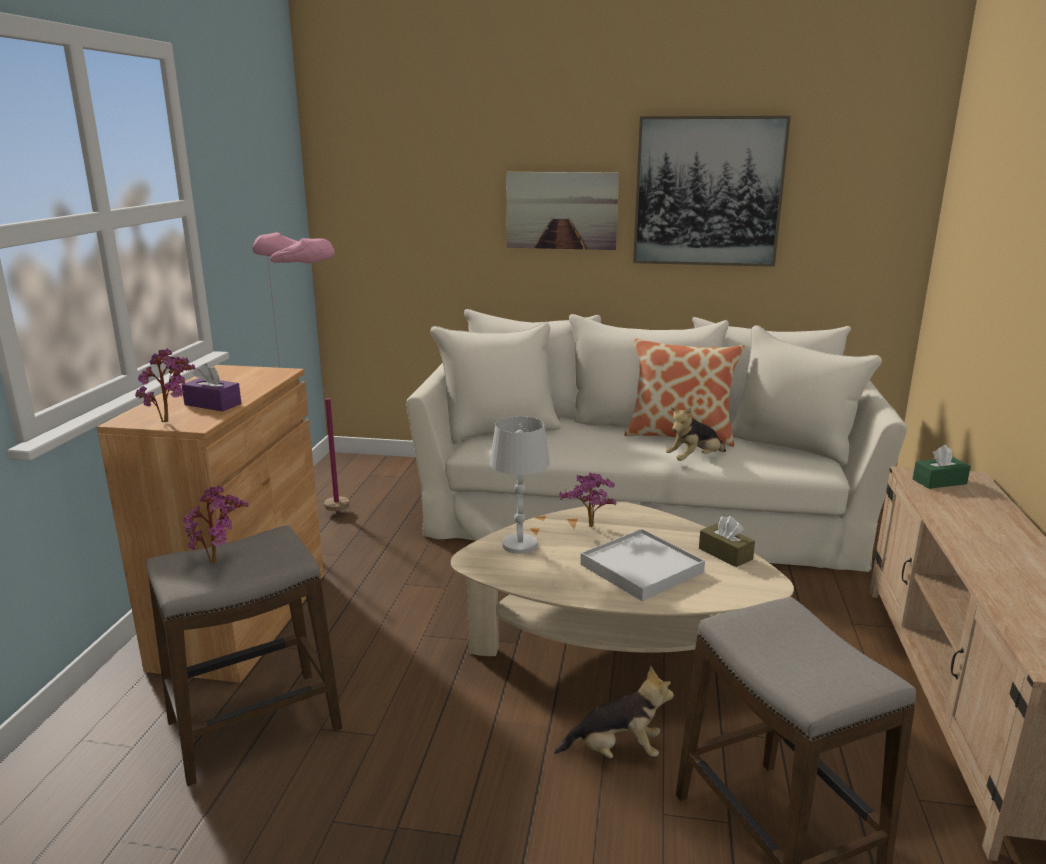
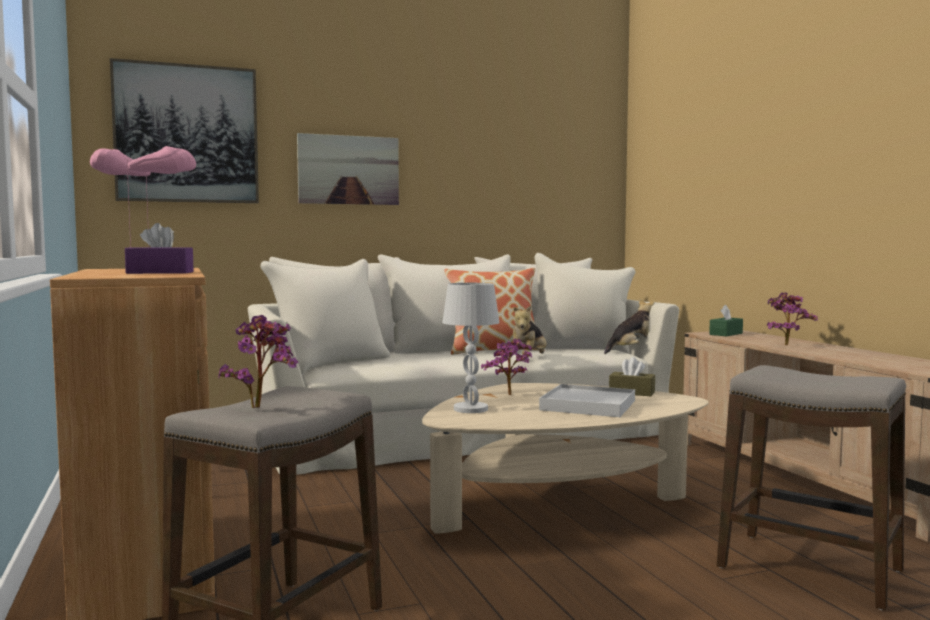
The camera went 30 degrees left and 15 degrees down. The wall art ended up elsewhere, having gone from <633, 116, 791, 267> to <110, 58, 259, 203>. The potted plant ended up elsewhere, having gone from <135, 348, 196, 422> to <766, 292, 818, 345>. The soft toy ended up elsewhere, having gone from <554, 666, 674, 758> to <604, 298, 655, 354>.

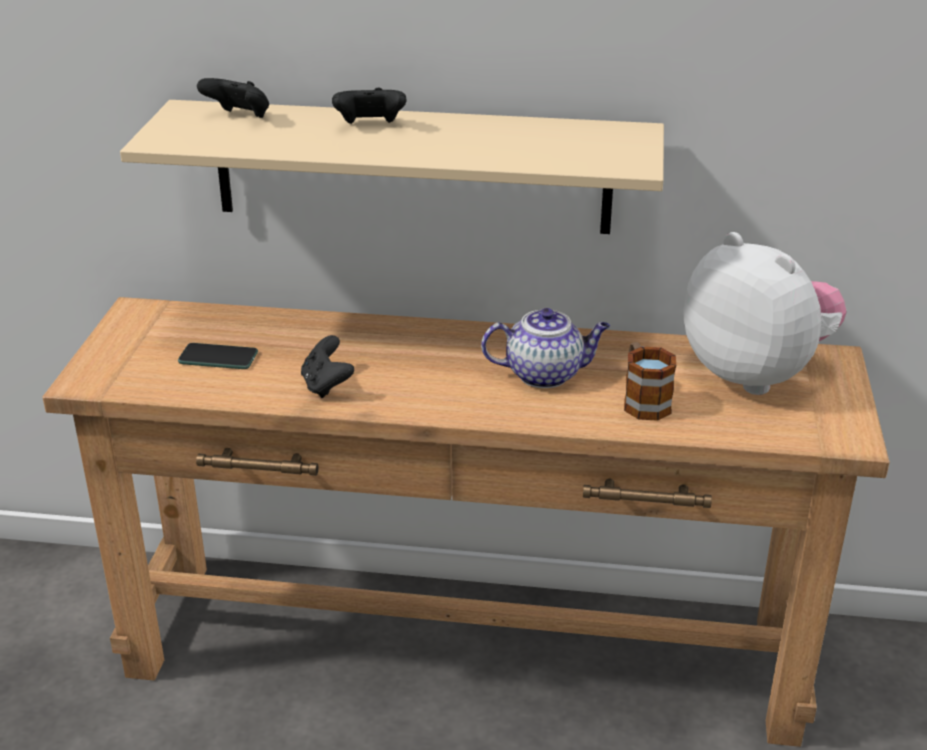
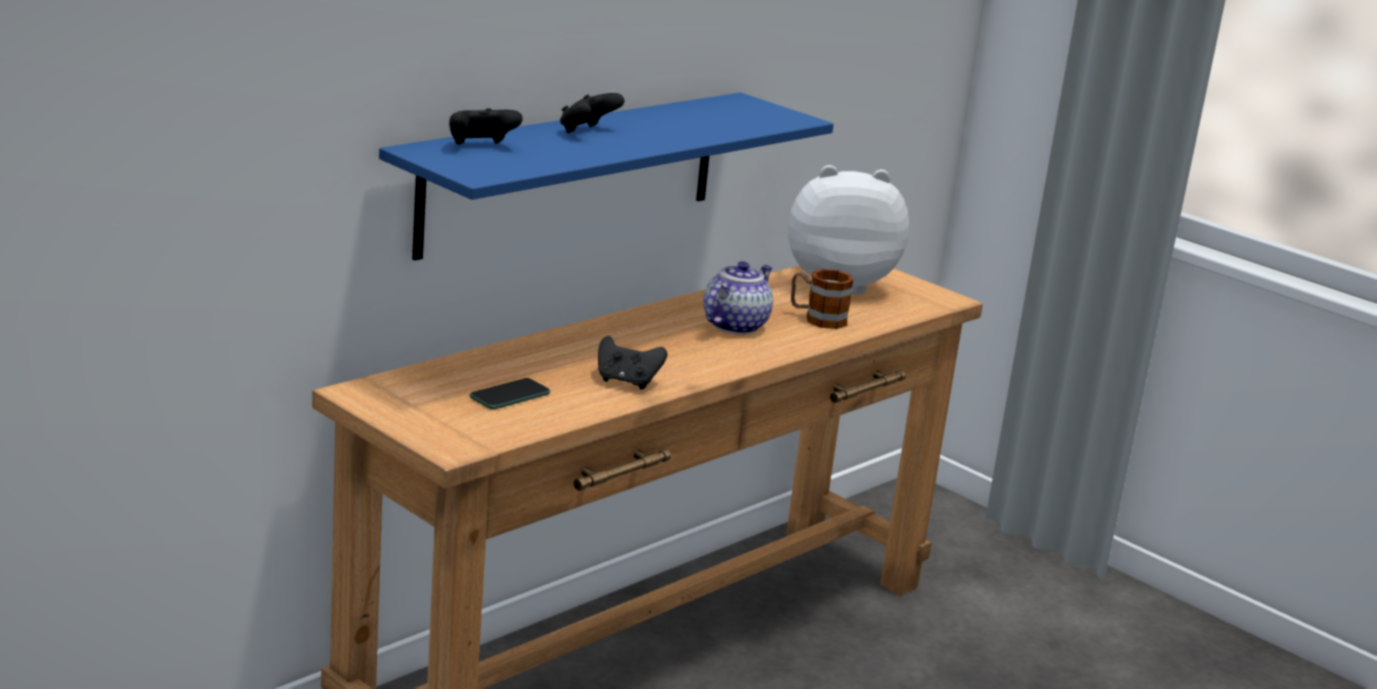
The camera went 55 degrees left and 10 degrees down. What was the sand-coloured bracket shelf at <120, 100, 664, 234> turned into the bluish bracket shelf at <379, 92, 834, 260>.

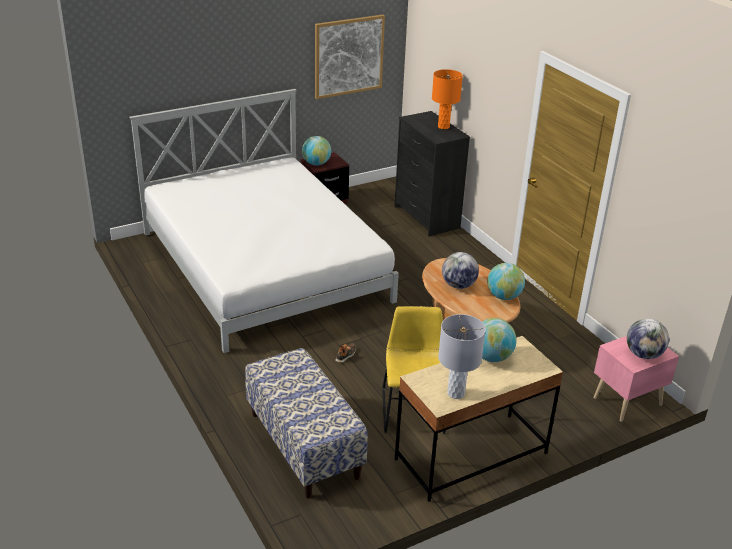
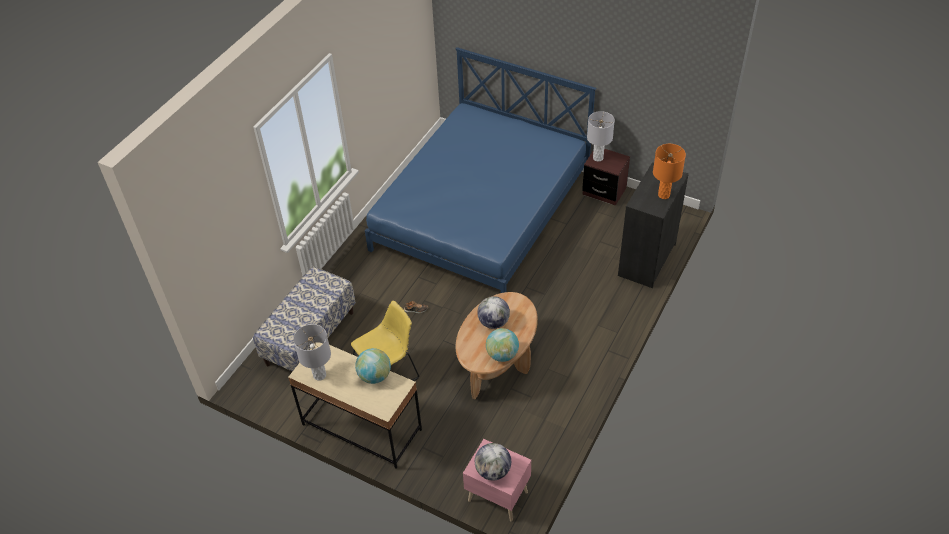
The camera went 60 degrees right and 15 degrees up. The second view lost the wall art at <315, 15, 385, 99>. What was the white-coloured bed at <129, 89, 399, 353> turned into the bluish bed at <365, 47, 596, 293>. Where the globe stood at <302, 136, 331, 166>, the grey tabletop lamp came to stand at <587, 111, 615, 162>.

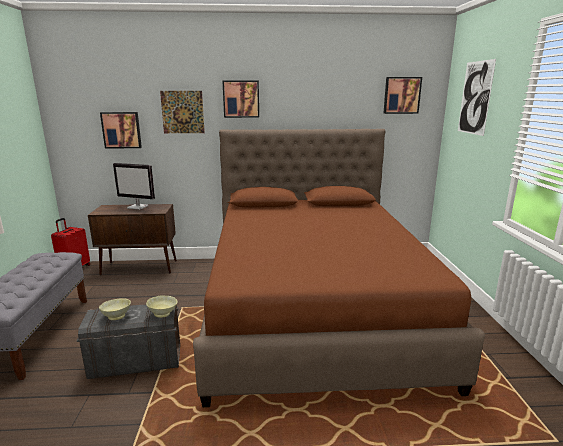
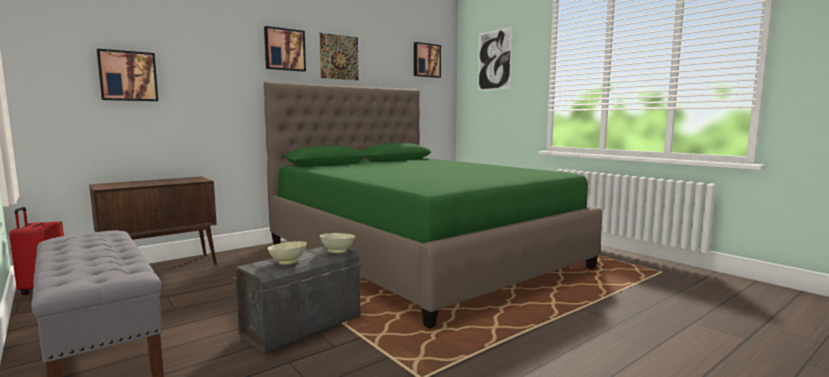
The camera went 35 degrees left and 10 degrees down. The wall art ended up elsewhere, having gone from <160, 91, 205, 133> to <320, 33, 359, 80>. What was the brownish bed at <193, 129, 485, 407> turned into the green bed at <264, 82, 602, 329>. The second view lost the computer screen at <113, 163, 155, 210>.

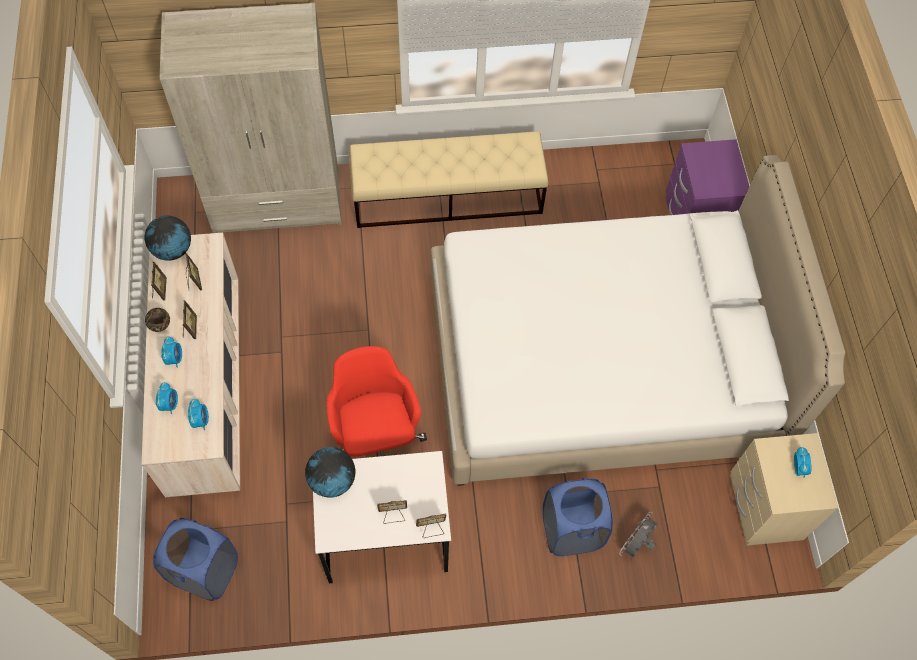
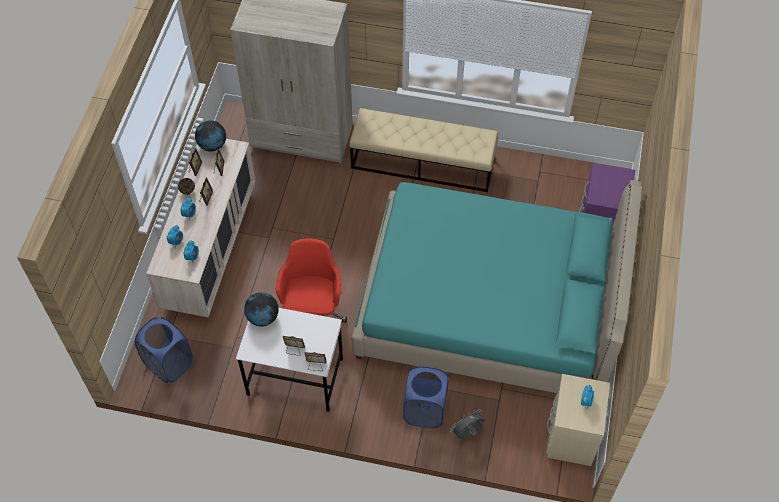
The camera went 20 degrees right and 5 degrees down. What was the white-coloured bed at <431, 155, 845, 486> turned into the turquoise-coloured bed at <352, 180, 642, 393>.

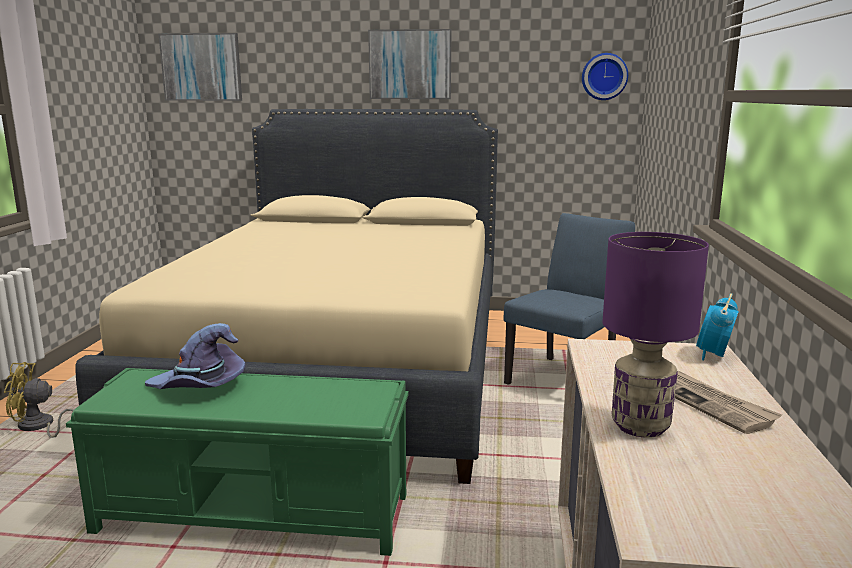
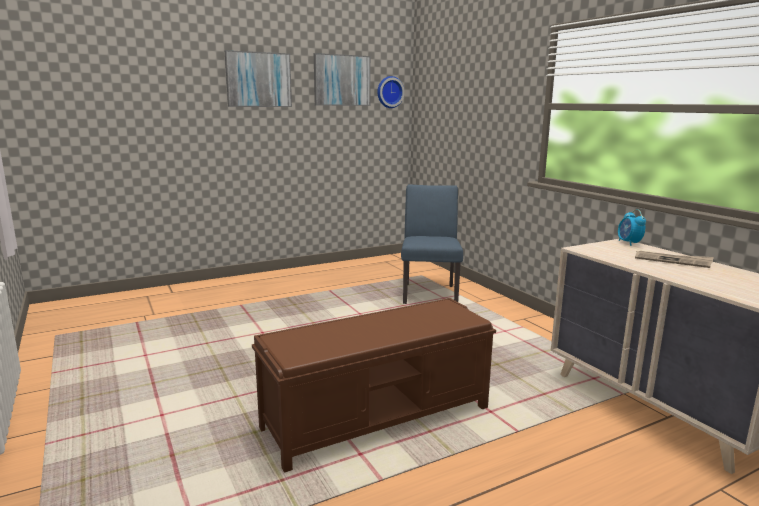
The camera went 35 degrees left and 0 degrees up. The wall art ended up elsewhere, having gone from <158, 33, 242, 101> to <314, 53, 371, 106>. The second view lost the sand-coloured bed at <75, 109, 498, 484>. The second view lost the purplish tabletop lamp at <602, 232, 709, 438>. The second view lost the purplish wearable hat at <145, 323, 246, 389>. The second view lost the yellow-coloured electric fan at <4, 362, 74, 438>. What was the green indoor bench at <66, 368, 409, 556> turned into the brownish indoor bench at <252, 298, 496, 473>.

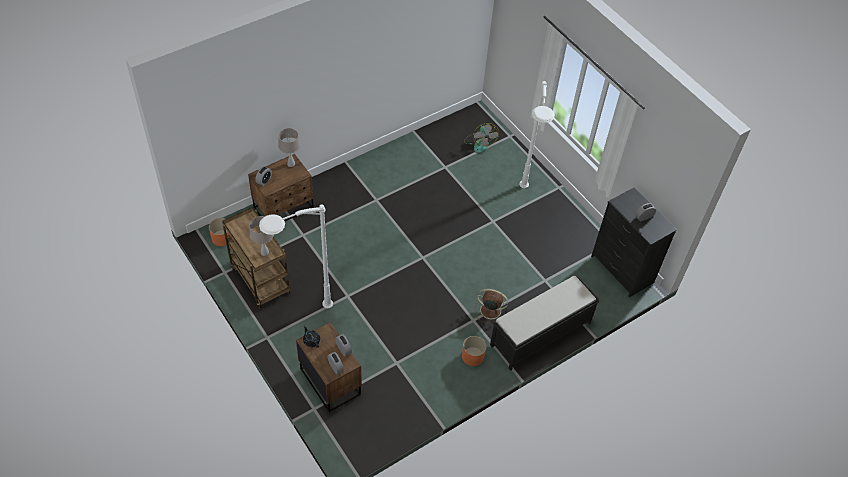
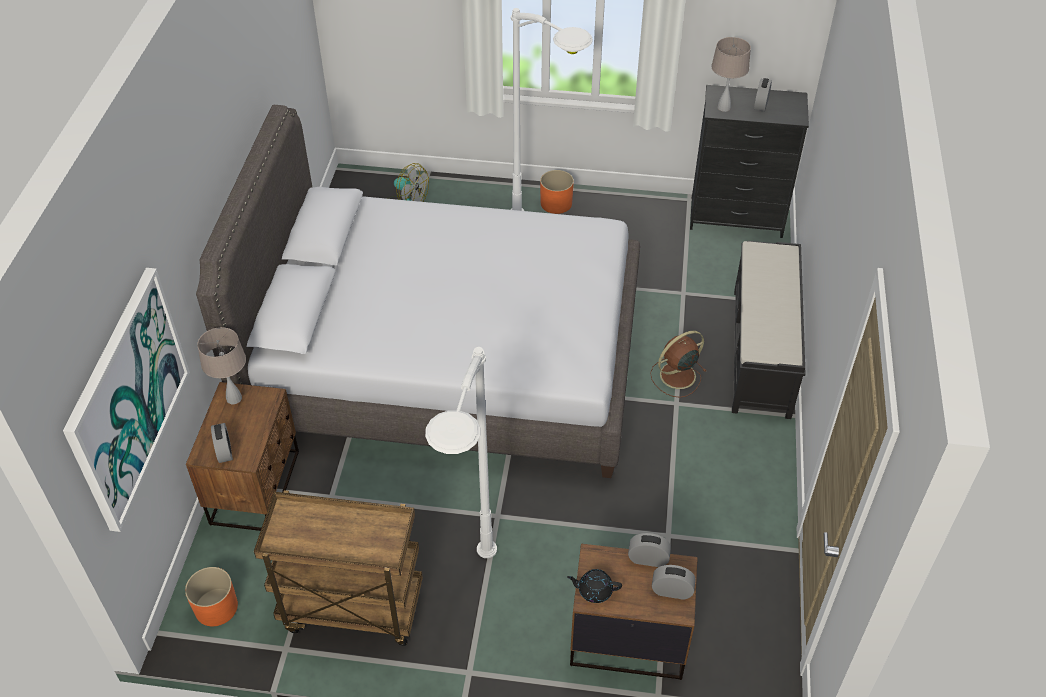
The camera went 45 degrees left and 5 degrees down. The sand-coloured tabletop lamp ended up elsewhere, having gone from <250, 216, 274, 256> to <711, 37, 751, 112>. The orangey plant pot ended up elsewhere, having gone from <462, 336, 487, 366> to <540, 170, 574, 214>. The second view gained the grey bed at <196, 105, 640, 478>. The second view gained the wall art at <63, 268, 190, 532>.

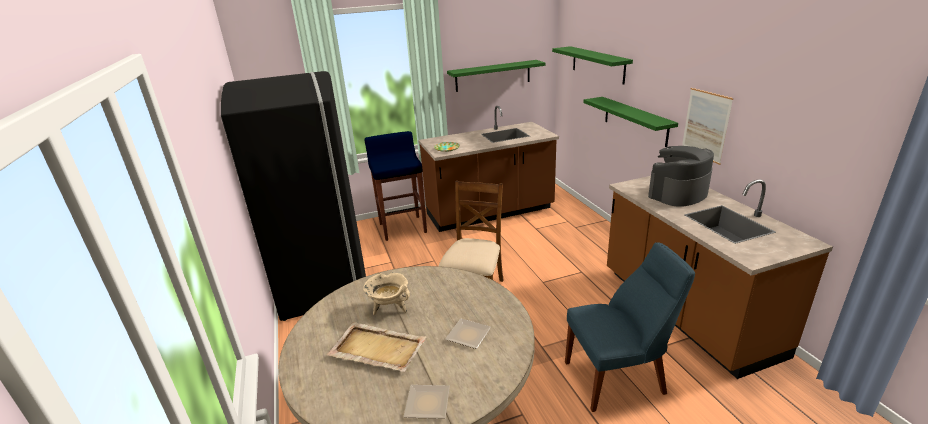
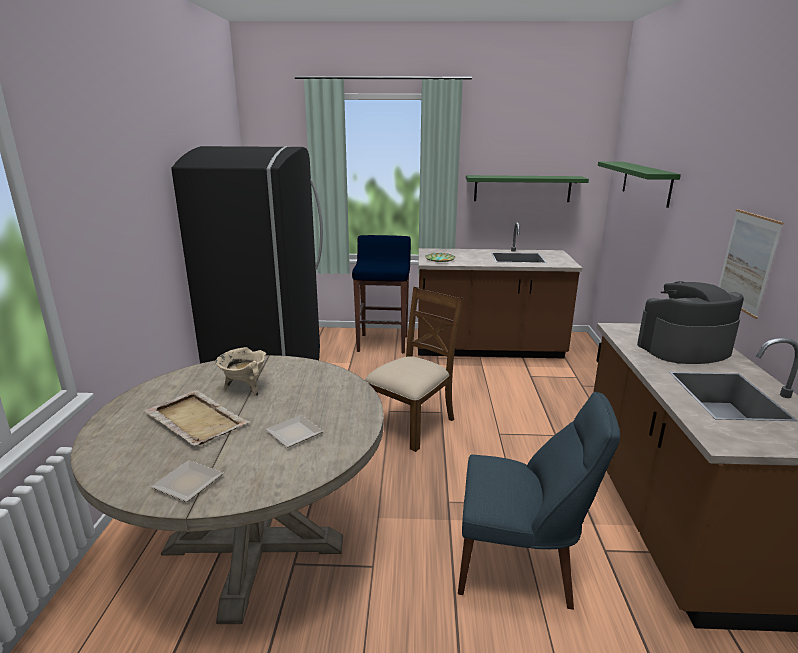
The camera went 20 degrees right and 5 degrees down. The second view lost the green bracket shelf at <583, 97, 678, 147>.

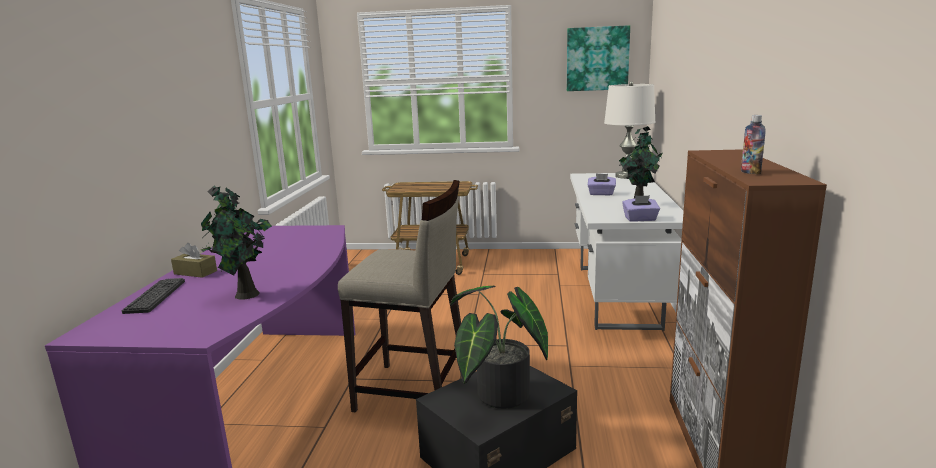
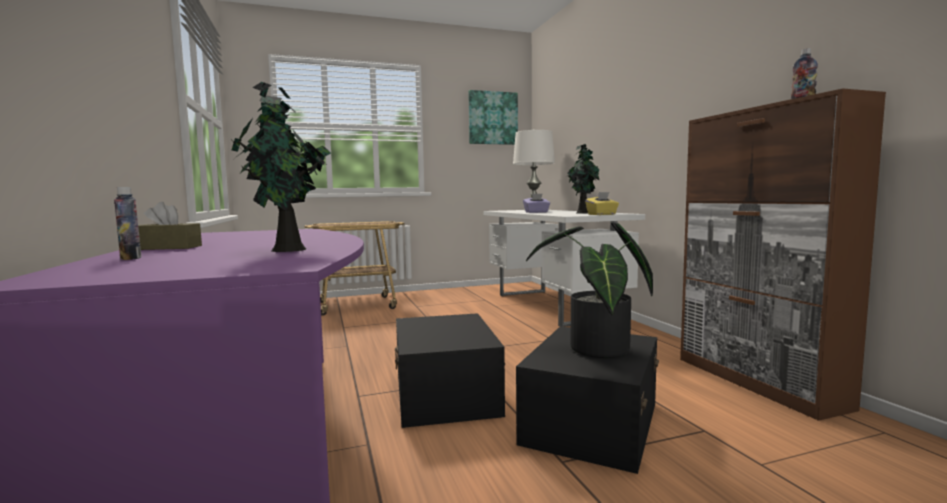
The camera went 25 degrees left and 10 degrees down. Where the sand-coloured stool seat stood at <338, 180, 461, 413>, the black storage box came to stand at <395, 313, 505, 428>. What was the purplish tissue box at <622, 195, 660, 222> turned into the yellow-coloured tissue box at <585, 192, 619, 215>. Where the PC keyboard stood at <122, 278, 185, 314>, the beverage bottle came to stand at <114, 187, 142, 260>.

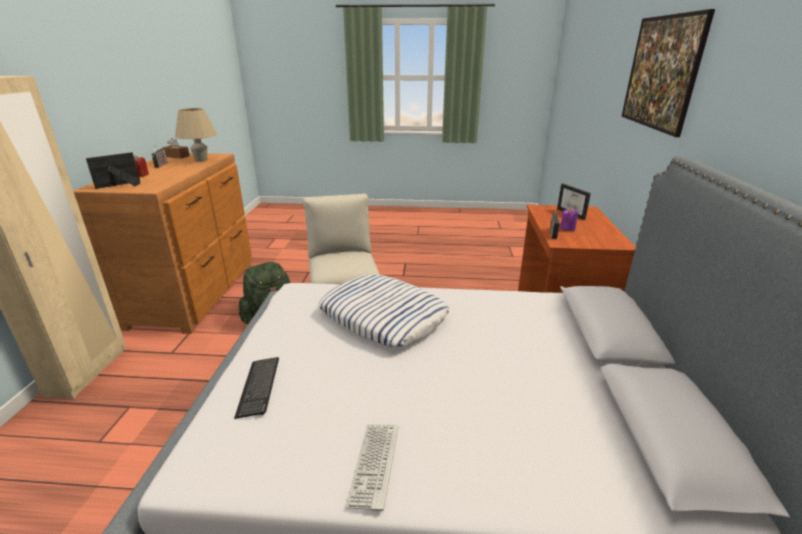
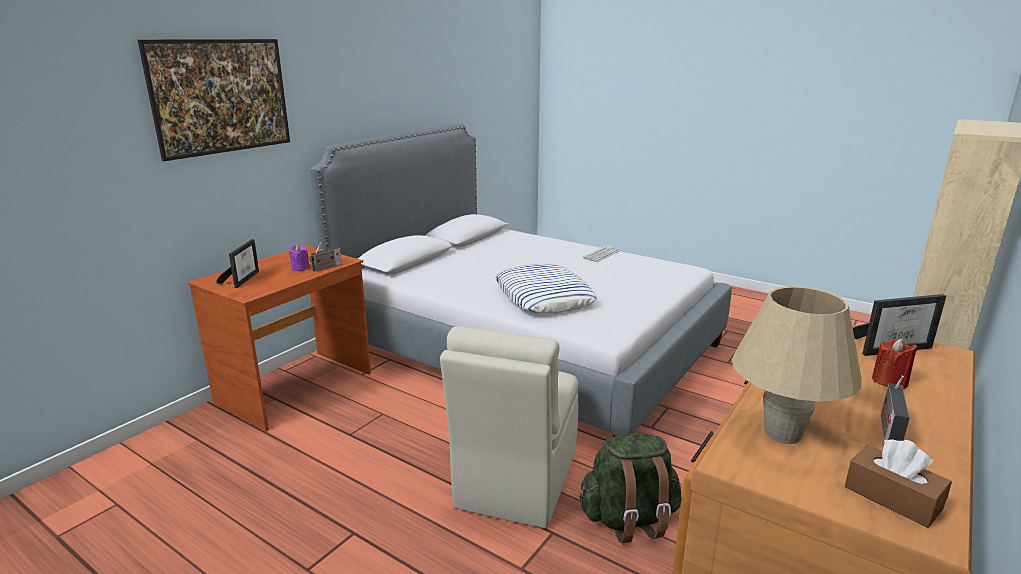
The camera went 150 degrees left and 5 degrees down. The second view lost the PC keyboard at <234, 357, 279, 419>.

